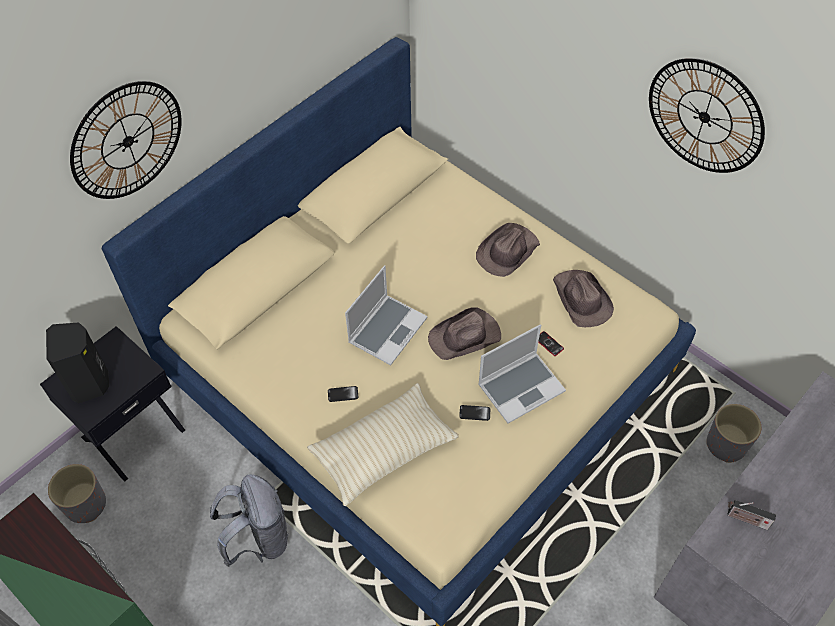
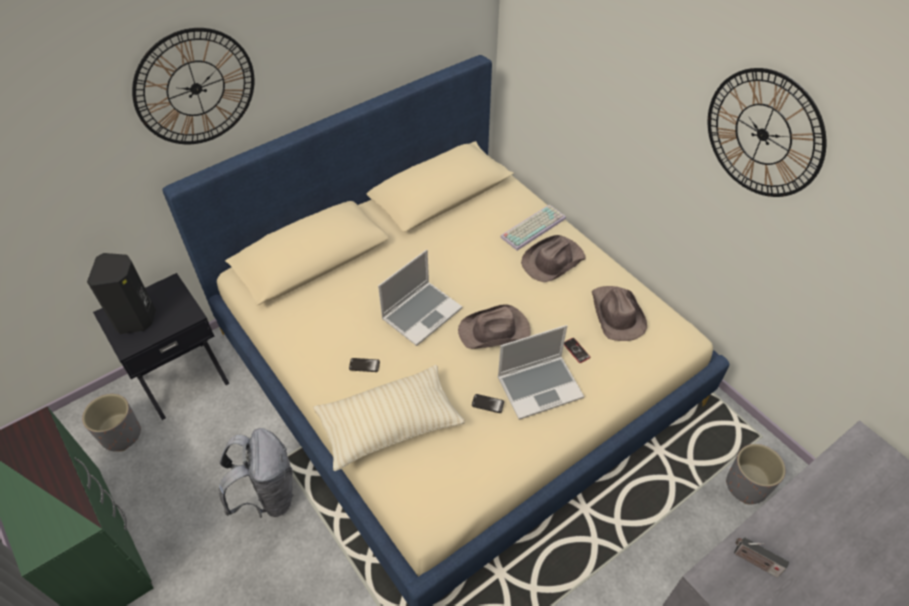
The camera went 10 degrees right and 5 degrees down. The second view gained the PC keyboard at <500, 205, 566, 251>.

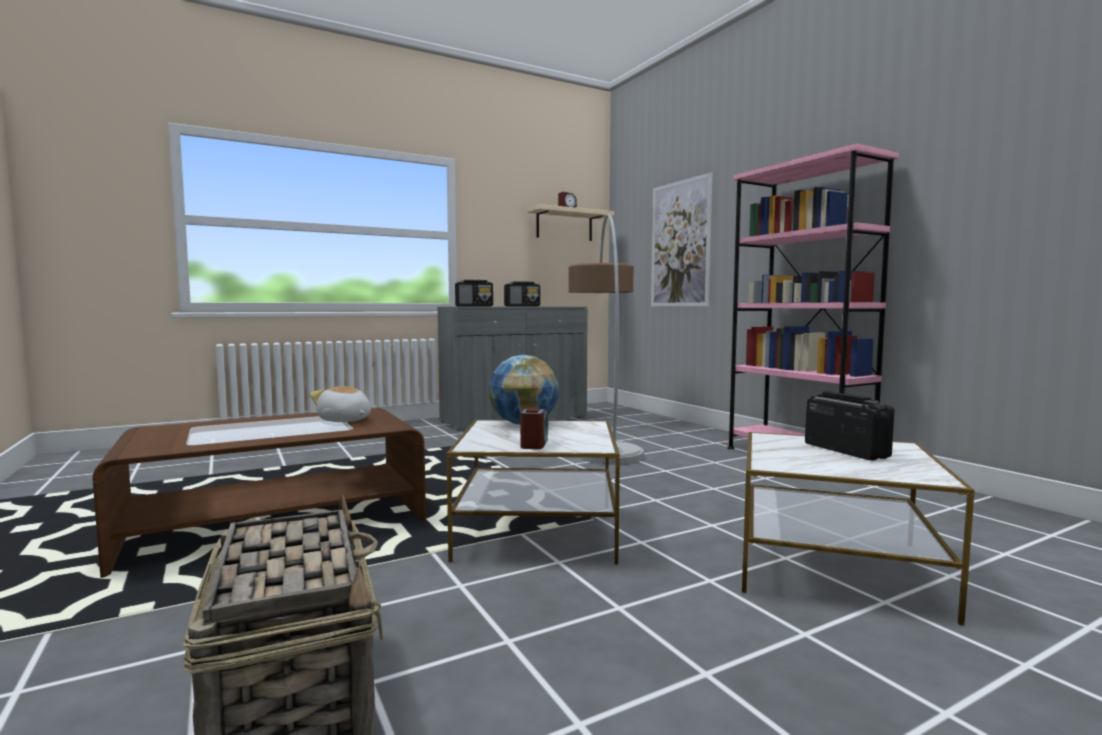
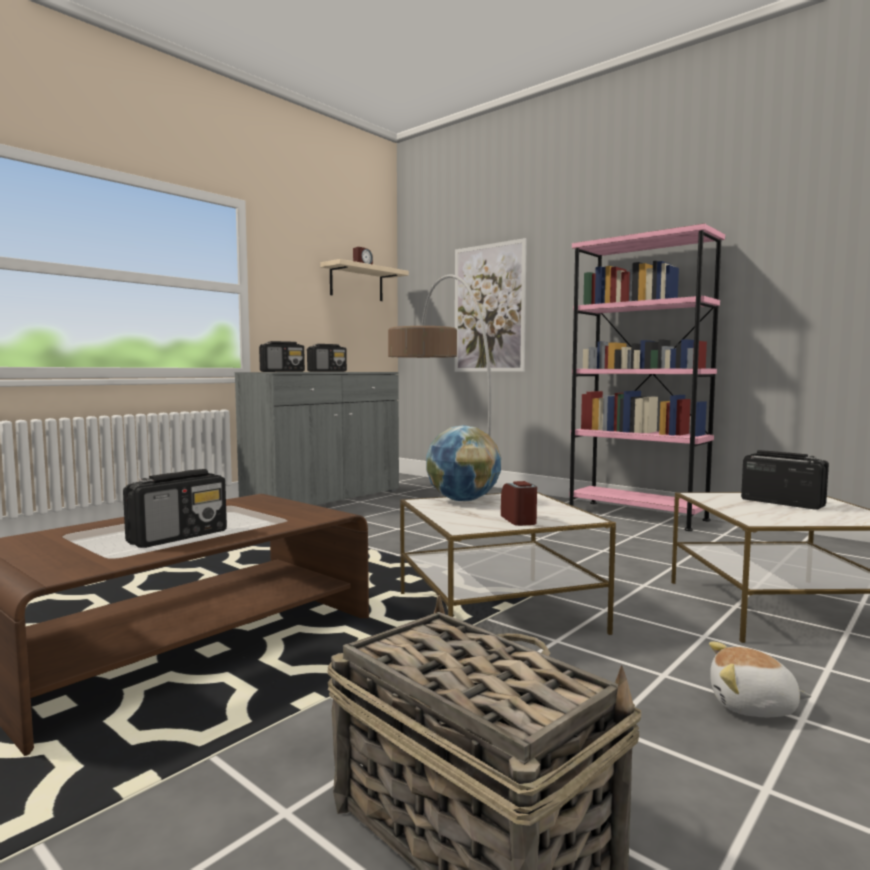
The camera went 20 degrees left and 0 degrees up. The soft toy ended up elsewhere, having gone from <310, 386, 371, 422> to <709, 642, 811, 717>. The second view gained the radio receiver at <123, 469, 227, 548>.

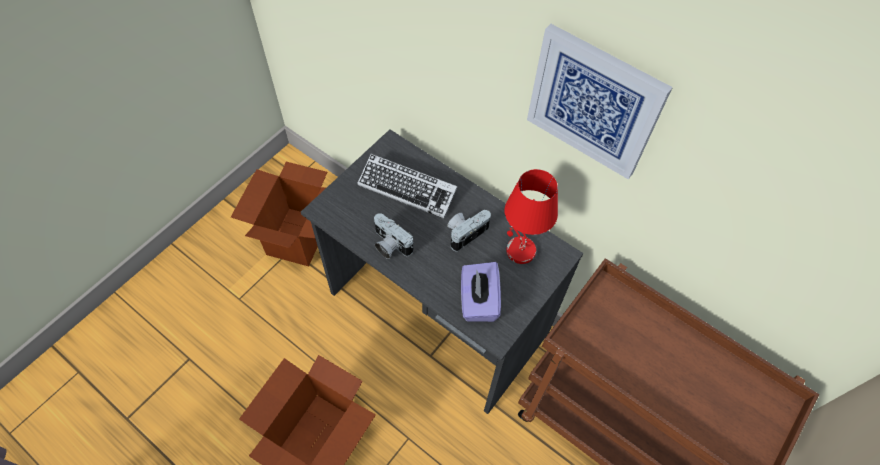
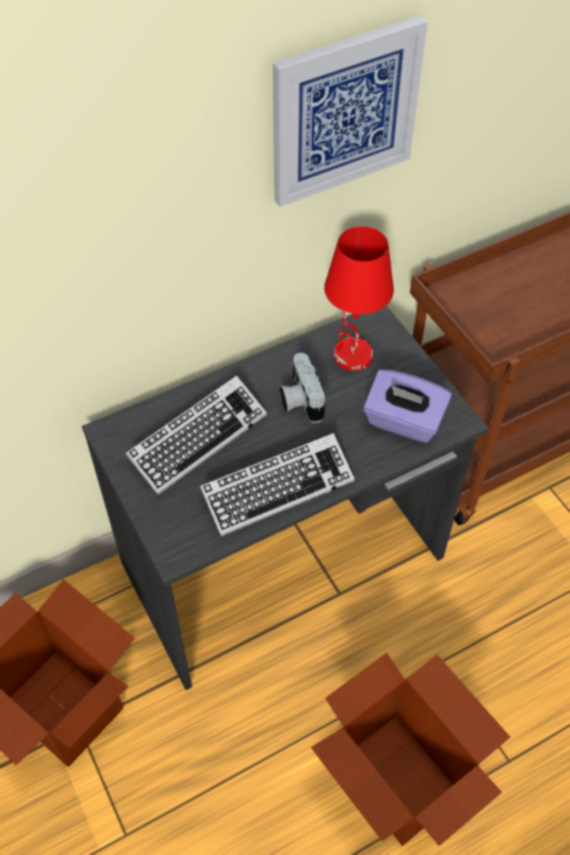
The camera went 65 degrees left and 5 degrees down. Where the still camera stood at <374, 213, 413, 259>, the PC keyboard came to stand at <200, 433, 355, 537>.

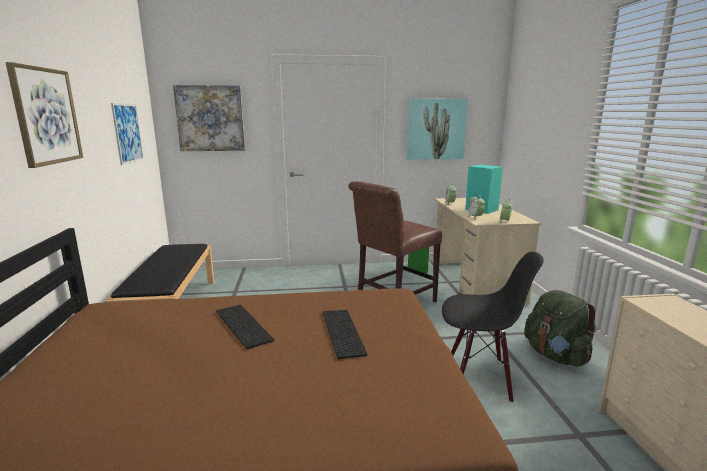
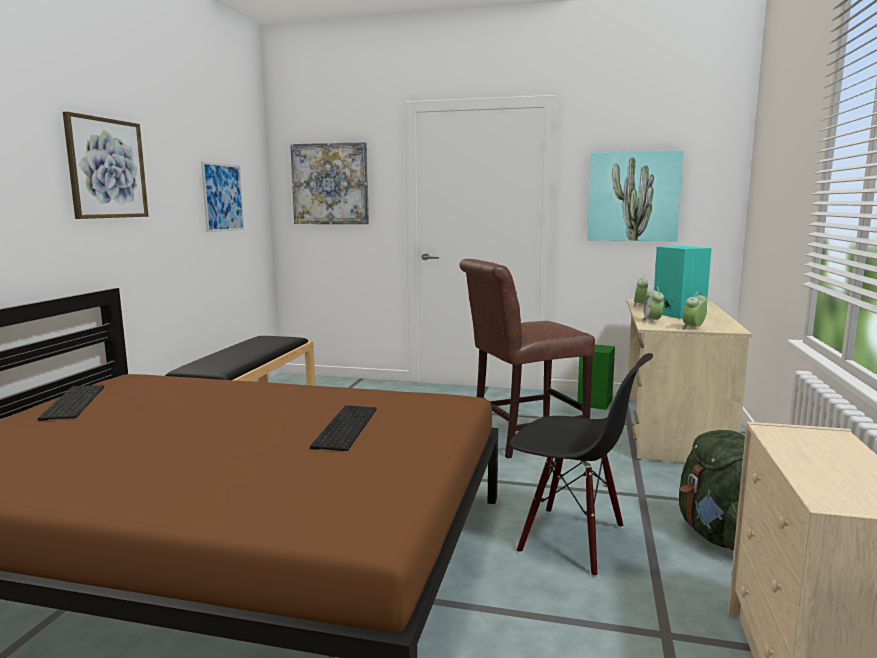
The camera went 20 degrees right and 5 degrees down. The PC keyboard ended up elsewhere, having gone from <216, 305, 274, 349> to <38, 385, 105, 421>.

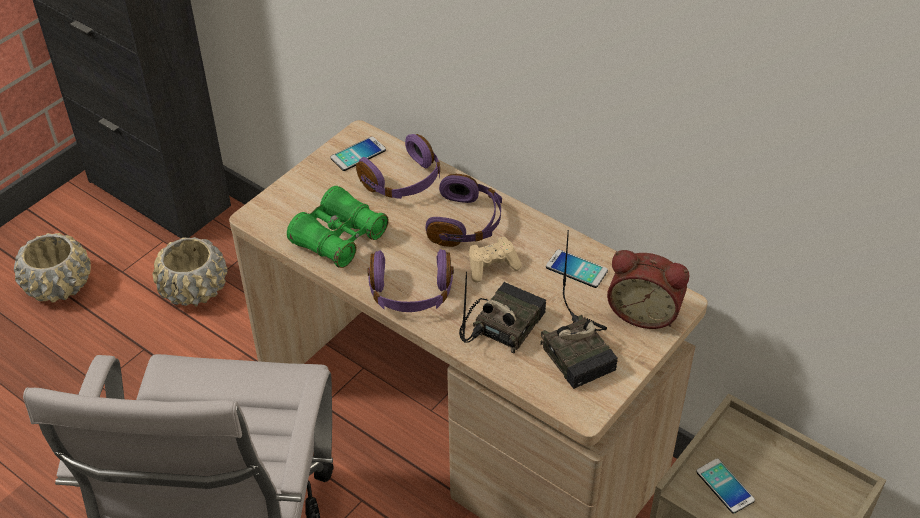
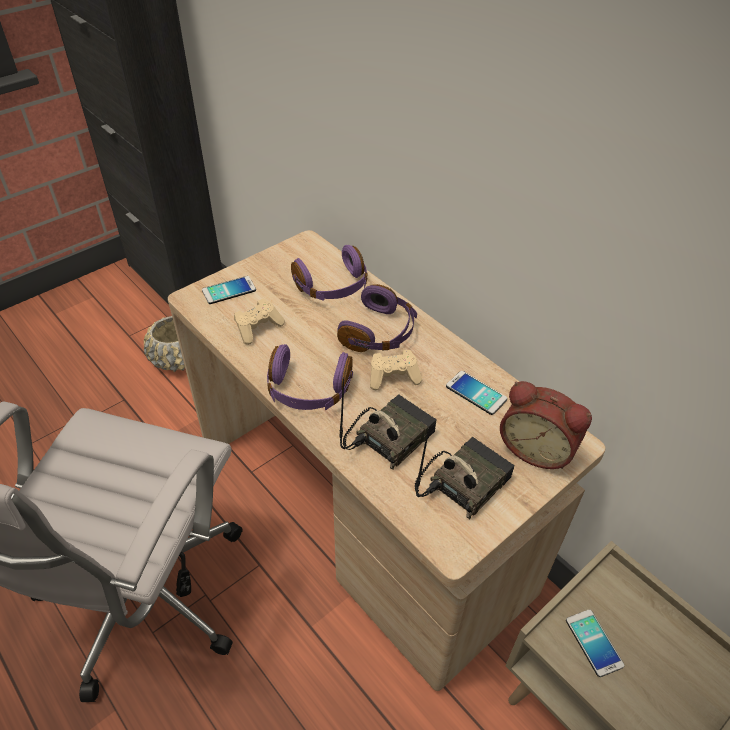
The camera went 10 degrees right and 0 degrees up. The phone ended up elsewhere, having gone from <330, 136, 386, 171> to <202, 276, 256, 304>. Where the green binoculars stood at <287, 186, 389, 268>, the sand-coloured game controller came to stand at <234, 298, 285, 345>. The radio receiver at <540, 230, 618, 389> ended up facing another way, 120 degrees counterclockwise from before. The second view lost the sand-coloured plant pot at <14, 233, 91, 303>.

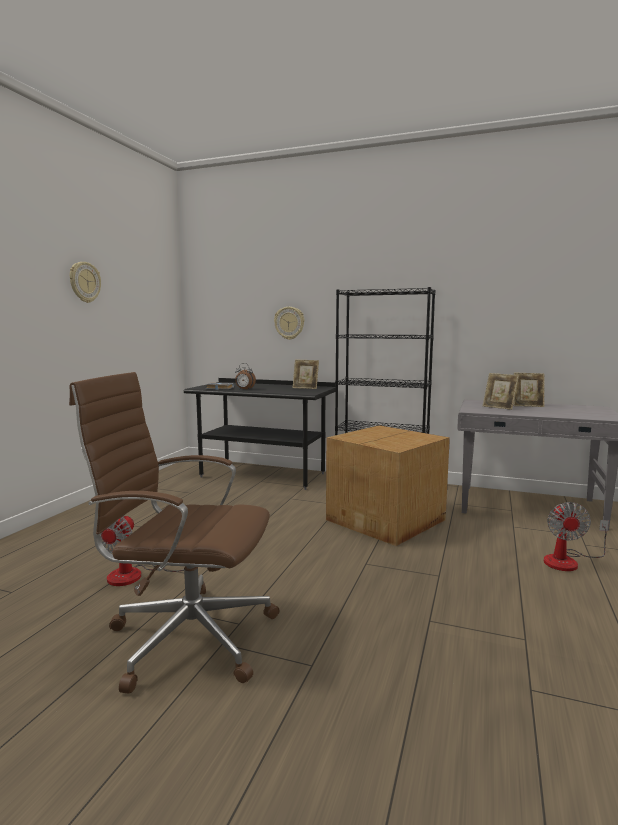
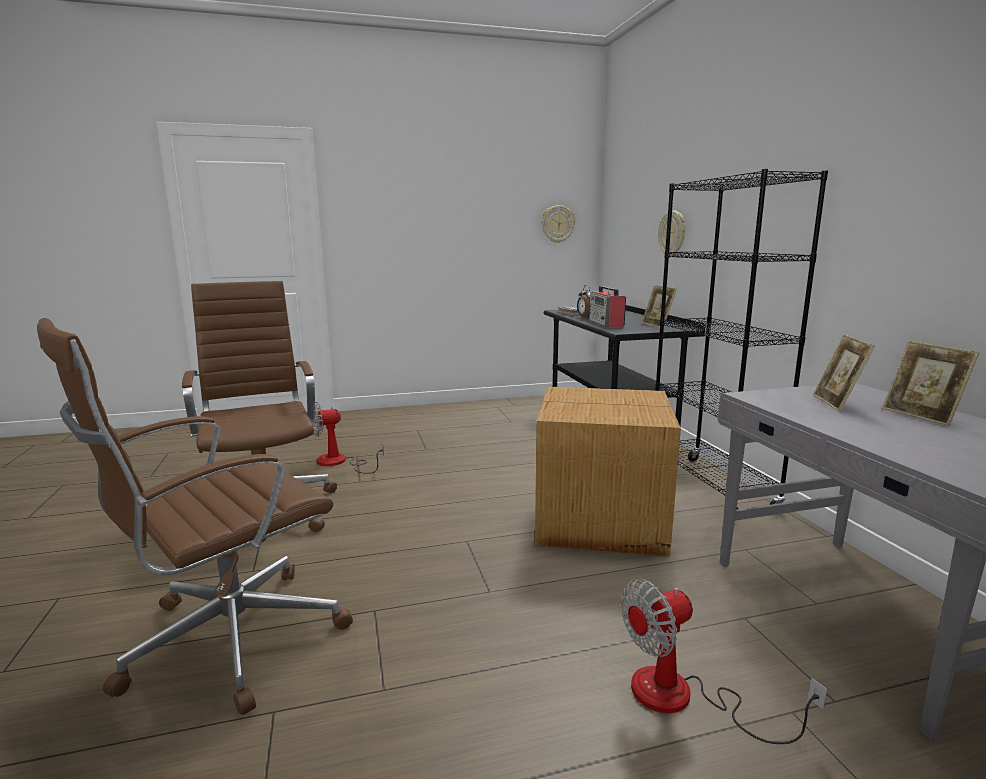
The camera went 55 degrees right and 5 degrees up. The hanging clock ended up elsewhere, having gone from <70, 262, 101, 303> to <541, 205, 575, 243>. The second view gained the radio receiver at <588, 286, 626, 328>. The second view gained the brownish desk chair at <37, 318, 353, 715>.

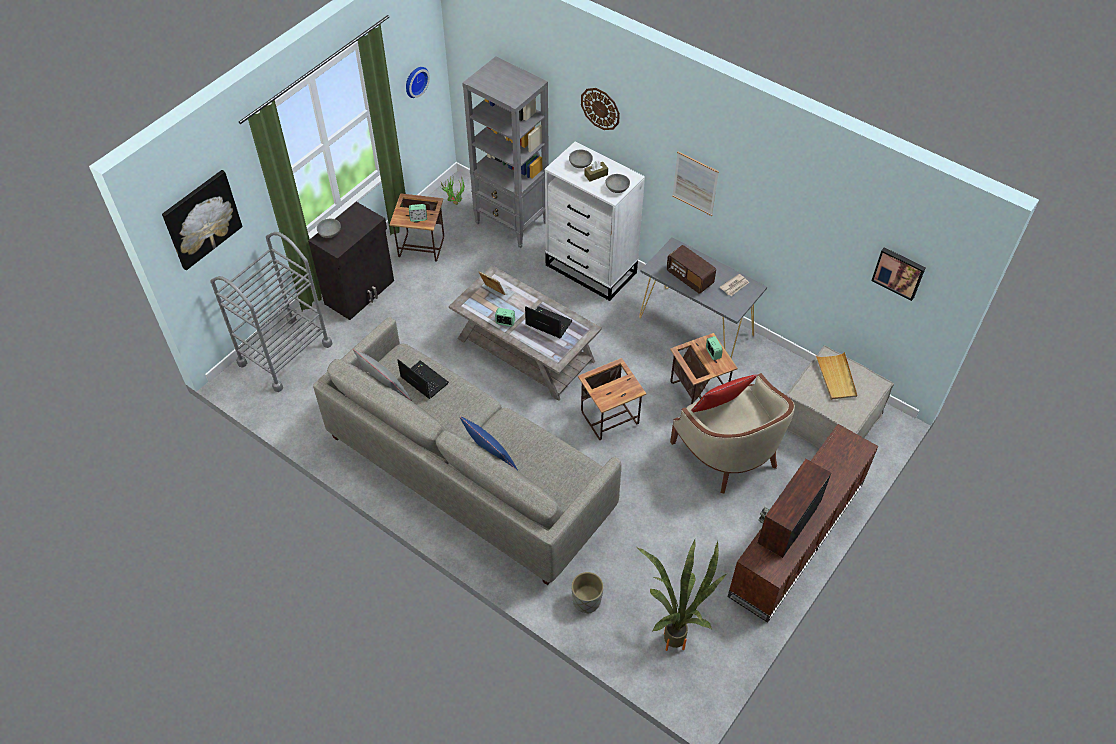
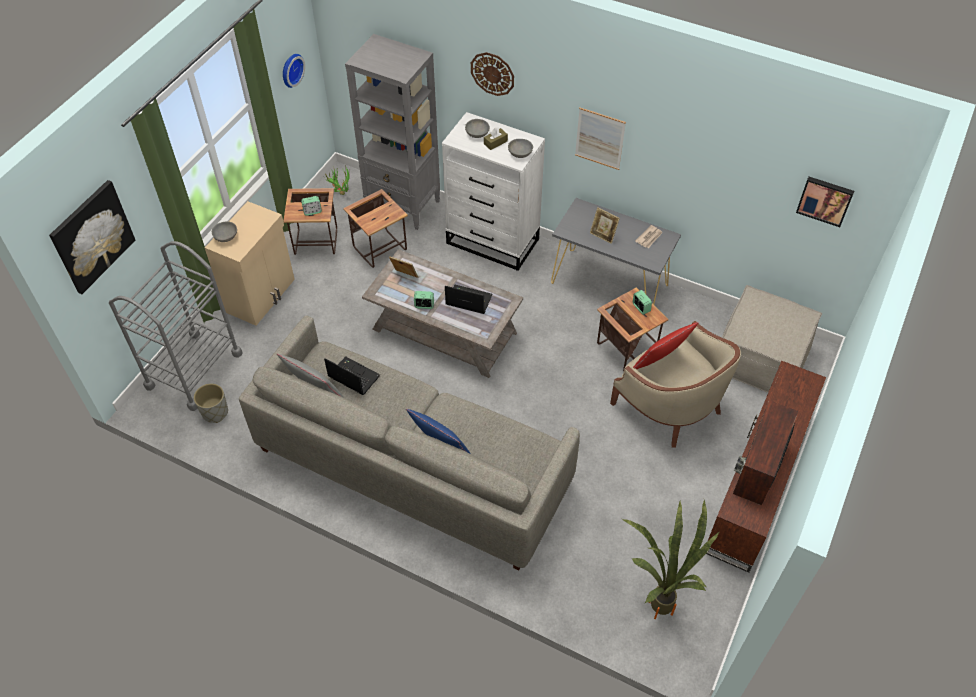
The camera went 10 degrees left and 0 degrees up. What was the black cupboard at <308, 202, 394, 320> turned into the sand-coloured cupboard at <205, 201, 295, 326>. Where the radio receiver stood at <667, 245, 716, 294>, the photo frame came to stand at <590, 207, 620, 244>. The second view lost the sand-coloured tray at <816, 352, 857, 400>. The side table ended up elsewhere, having gone from <578, 358, 646, 440> to <343, 189, 408, 268>. The grey plant pot ended up elsewhere, having gone from <571, 572, 604, 614> to <194, 383, 228, 423>.

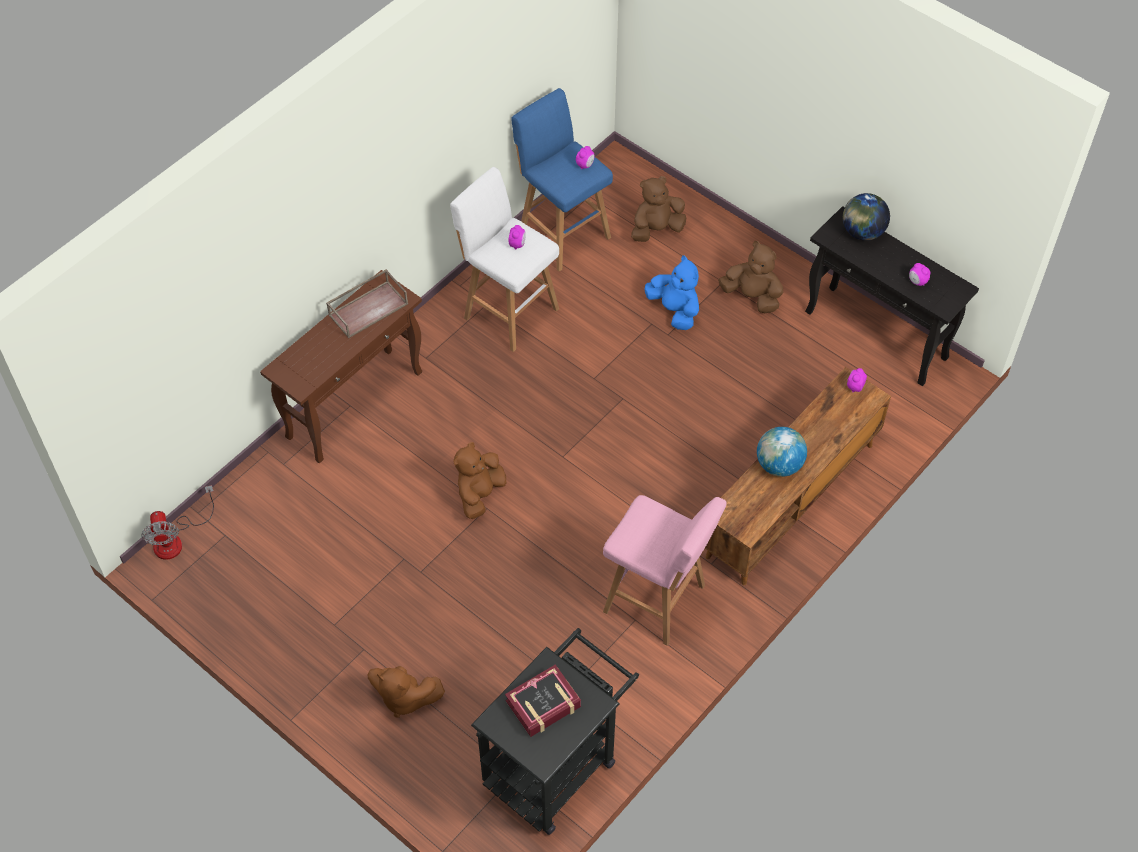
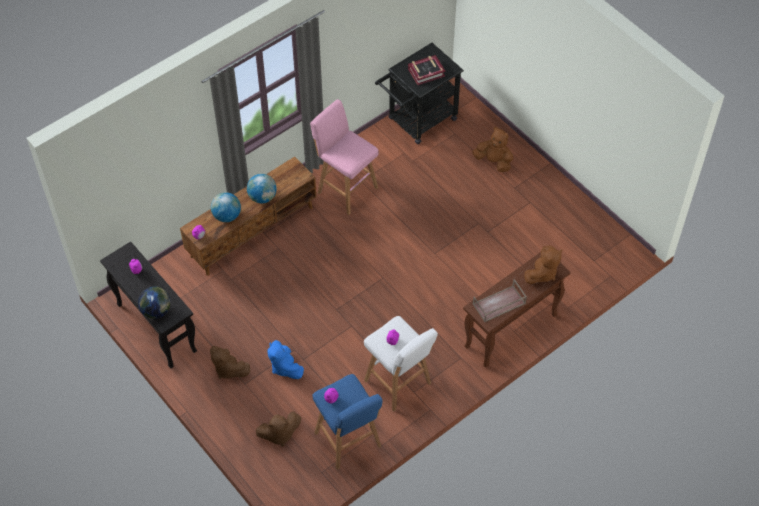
The camera went 170 degrees left and 0 degrees up. The brownish soft toy ended up elsewhere, having gone from <454, 442, 506, 519> to <524, 245, 562, 284>. The second view lost the electric fan at <141, 485, 214, 560>. The second view gained the globe at <211, 192, 241, 222>.

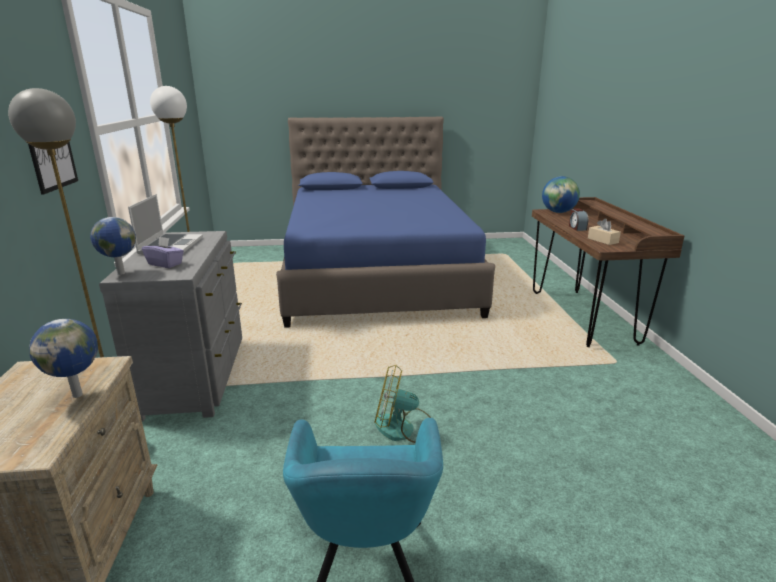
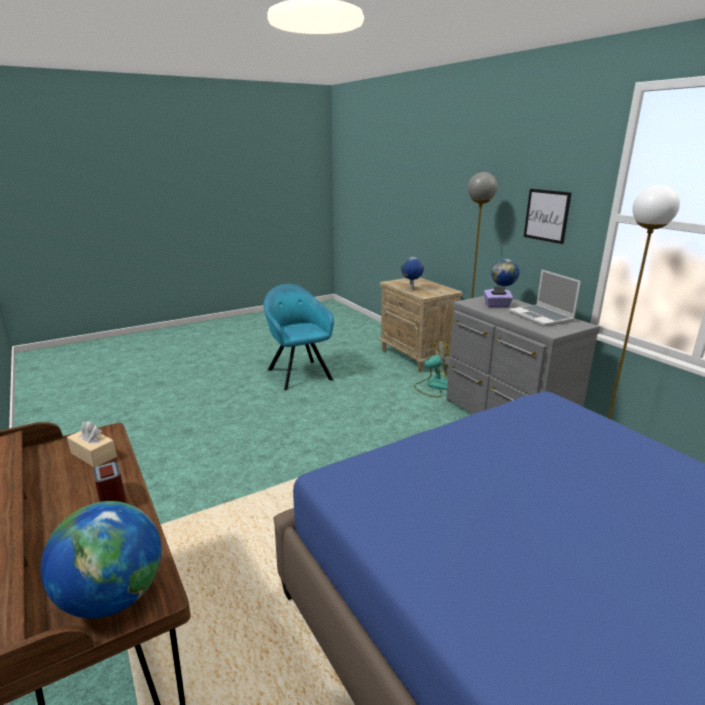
The camera went 155 degrees right and 0 degrees up. The electric fan ended up elsewhere, having gone from <374, 365, 431, 443> to <414, 340, 450, 397>.

